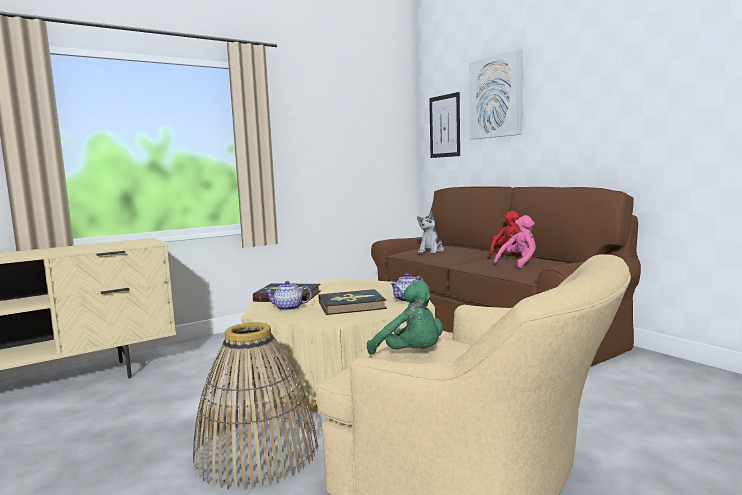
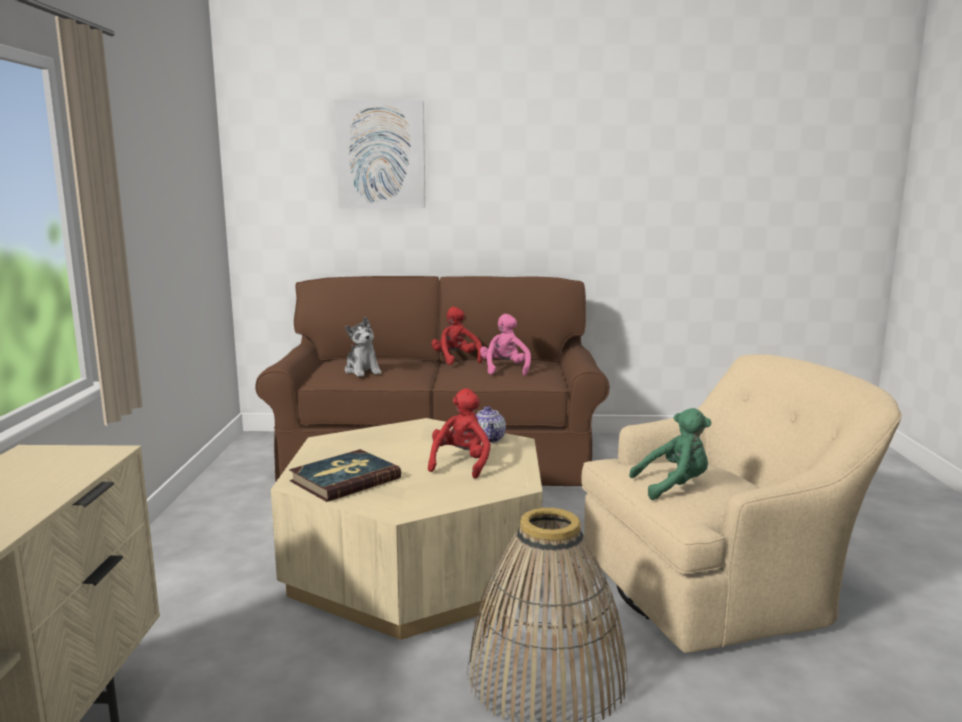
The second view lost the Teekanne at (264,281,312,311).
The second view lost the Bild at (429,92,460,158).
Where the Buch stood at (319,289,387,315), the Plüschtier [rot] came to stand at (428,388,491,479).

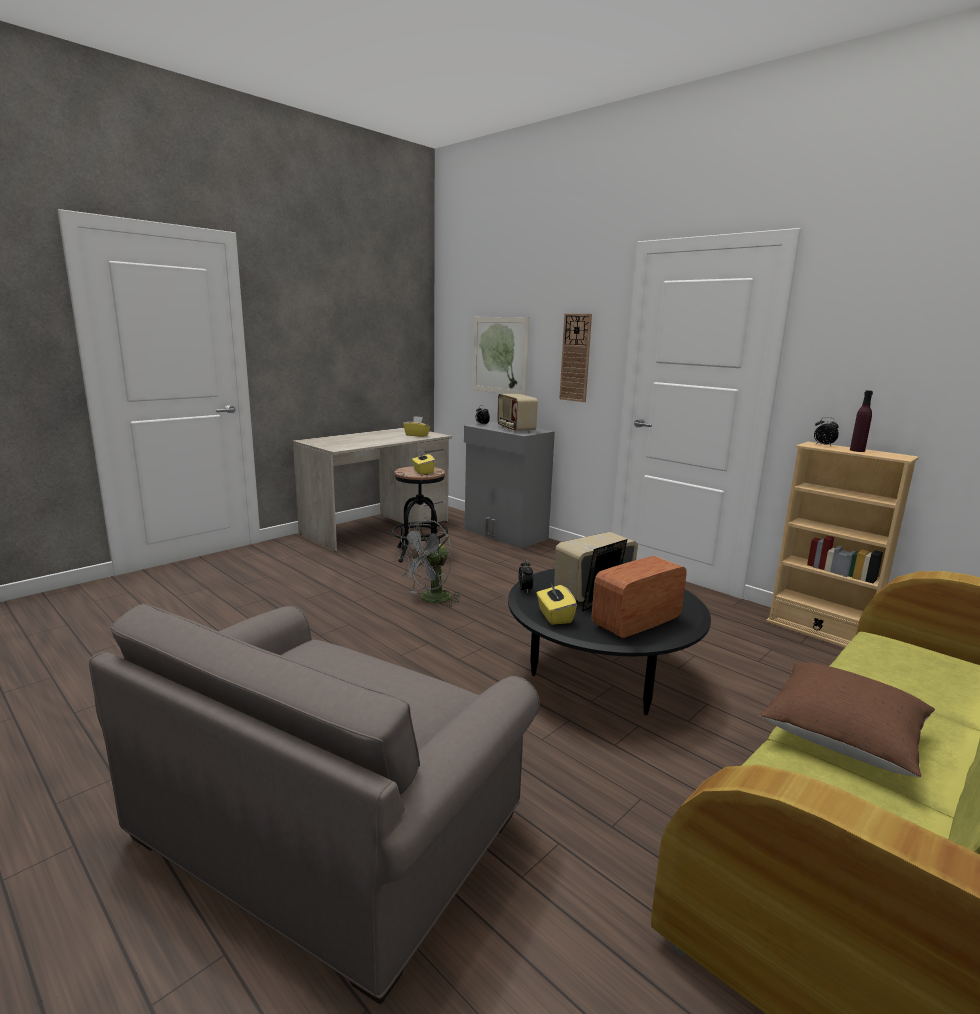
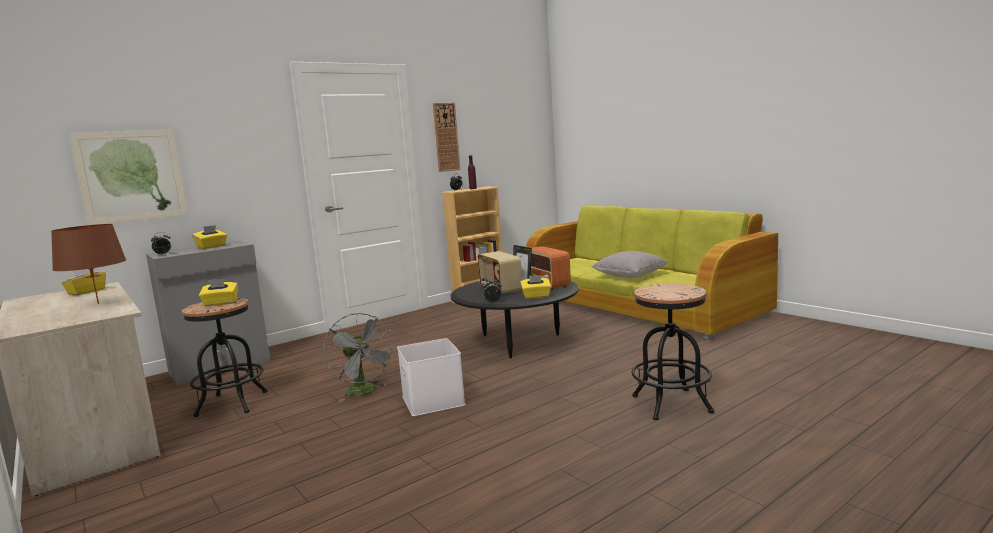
The second view gained the Tischlampe [braun] at (51,224,126,304).
The second view gained the Aufbewahrungsbox [weiß] at (397,338,465,416).
The Wanduhr ended up elsewhere, having gone from (559,314,592,402) to (433,103,461,172).
Where the Sessel [grau] stood at (89,603,540,1004), the Hocker [schwarz] came to stand at (632,284,714,420).
Where the Radio stood at (497,394,538,433), the Taschentuchbox [gelb] came to stand at (192,225,227,249).
What was the Kissen [braun] at (760,662,935,778) turned into the Kissen [grau] at (591,251,669,278).

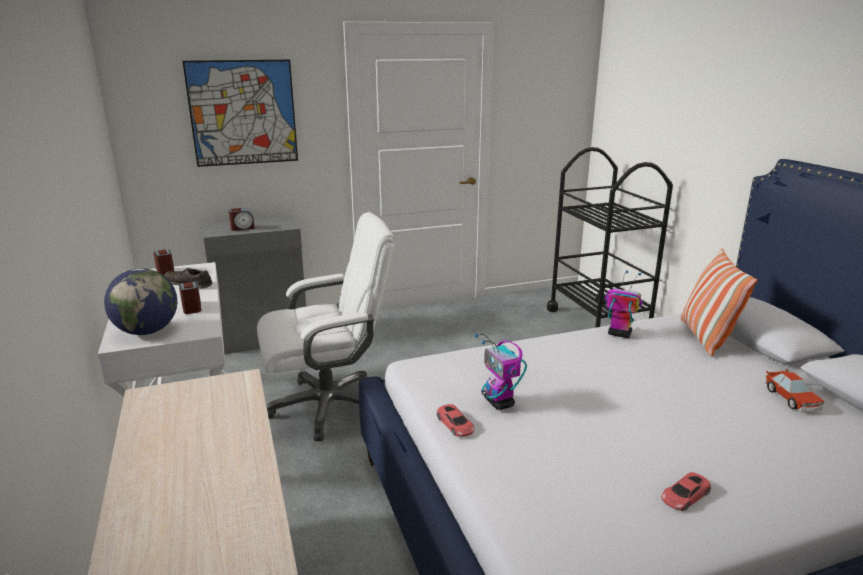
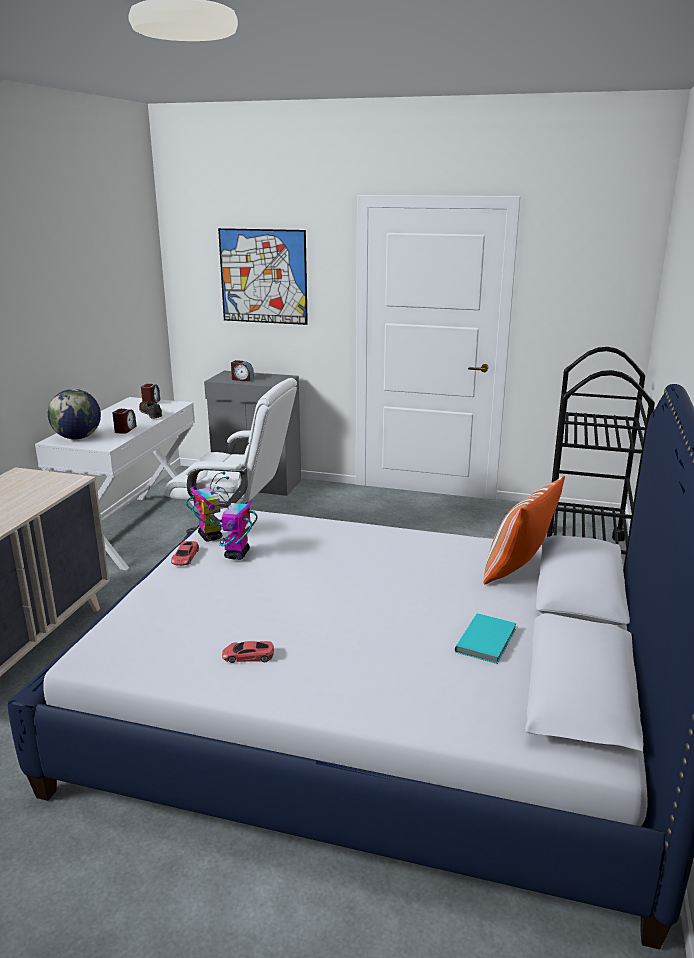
The Spielzeugroboter ended up elsewhere, having gone from (605,270,642,338) to (186,472,229,542).
Where the Spielzeugauto stood at (765,369,825,412), the Buch [türkis] came to stand at (455,613,516,664).

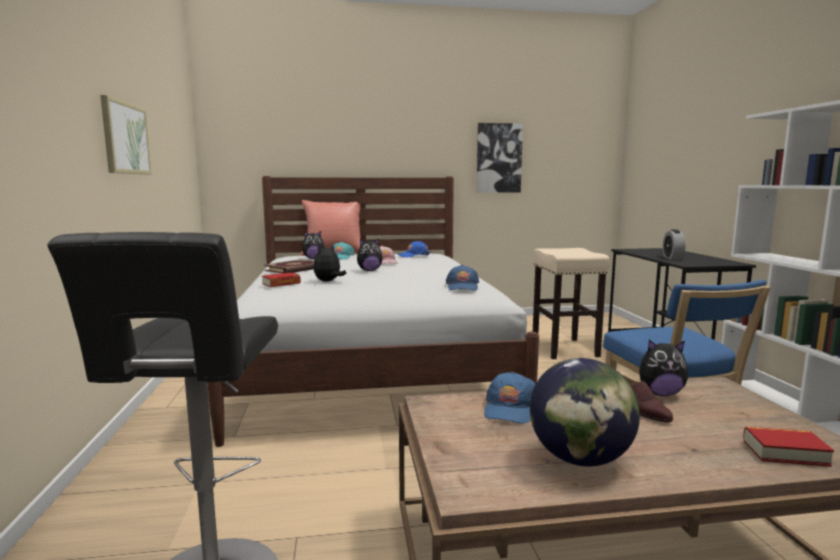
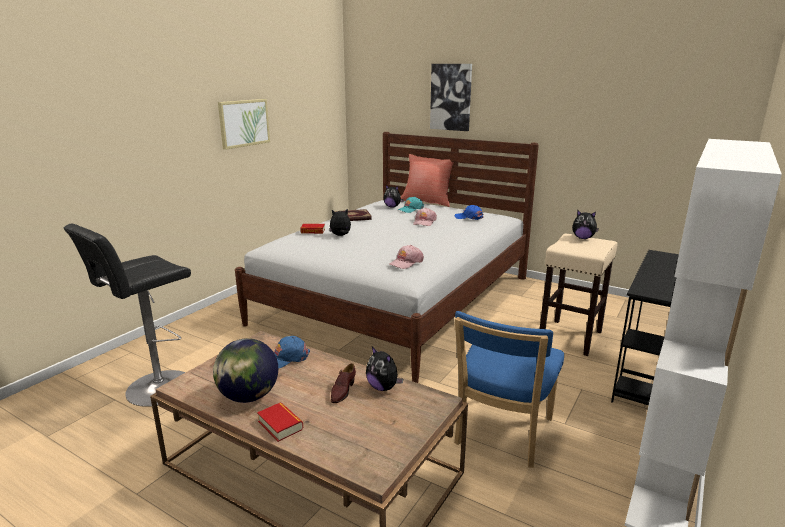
The second view lost the Wecker at (662,229,686,260).
The Plüschtier ended up elsewhere, having gone from (357,238,383,271) to (572,210,599,239).
The Bild ended up elsewhere, having gone from (477,123,523,193) to (430,64,472,131).
The Buch ended up elsewhere, having gone from (743,427,834,467) to (257,402,303,442).
What was the Kappe [blau] at (446,265,479,290) turned into the Kappe [rosa] at (389,245,424,269).

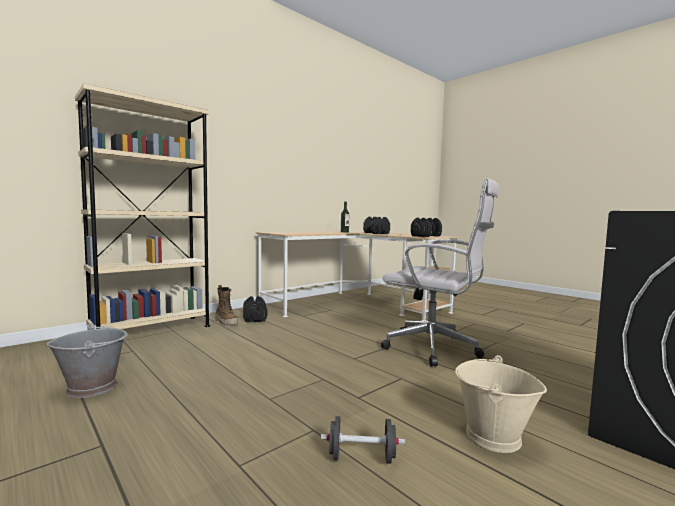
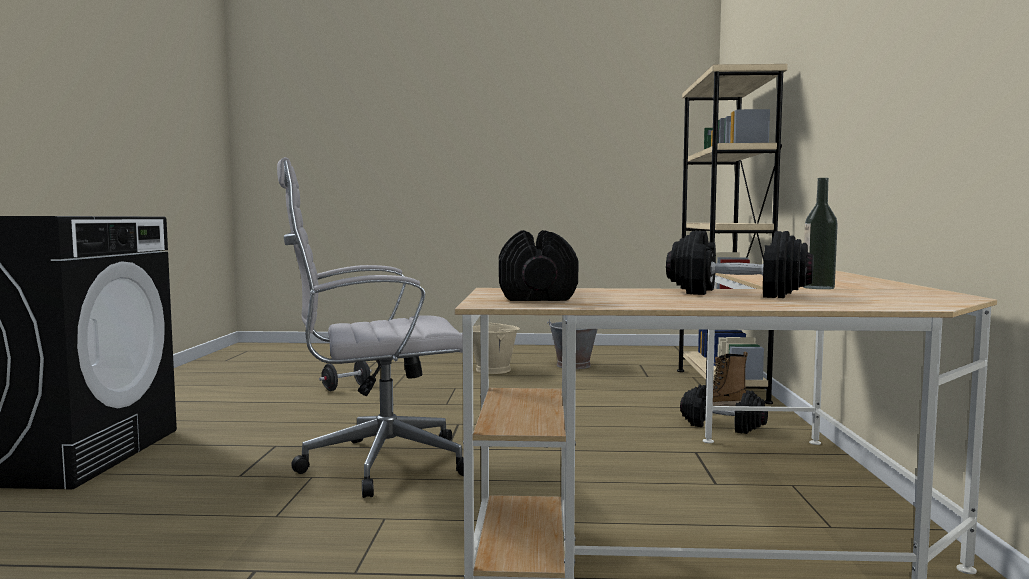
The Eimer [beige] ended up elsewhere, having gone from (455,355,547,453) to (473,323,520,374).

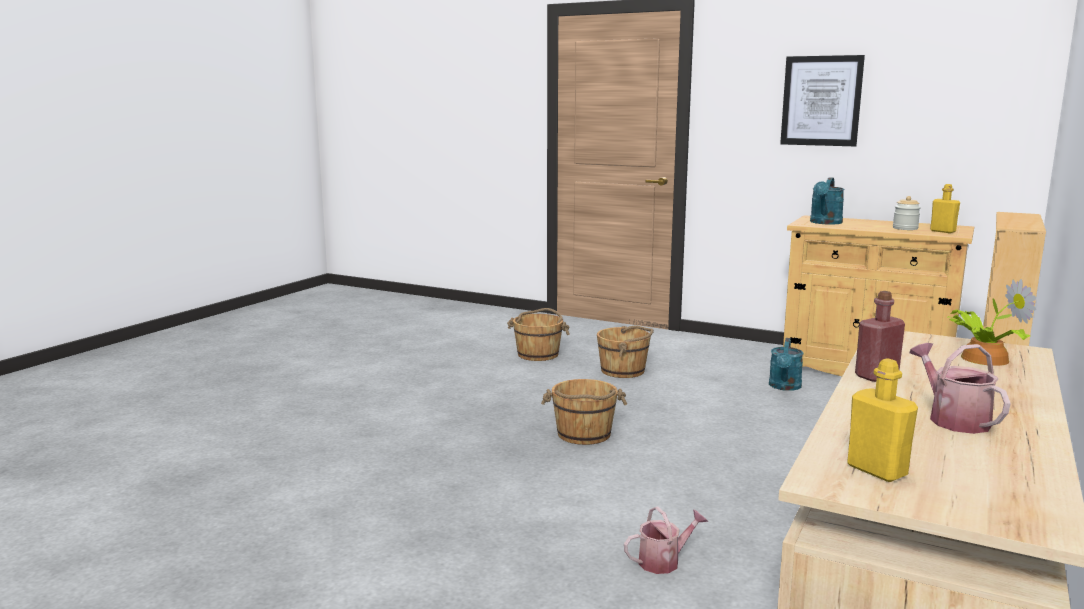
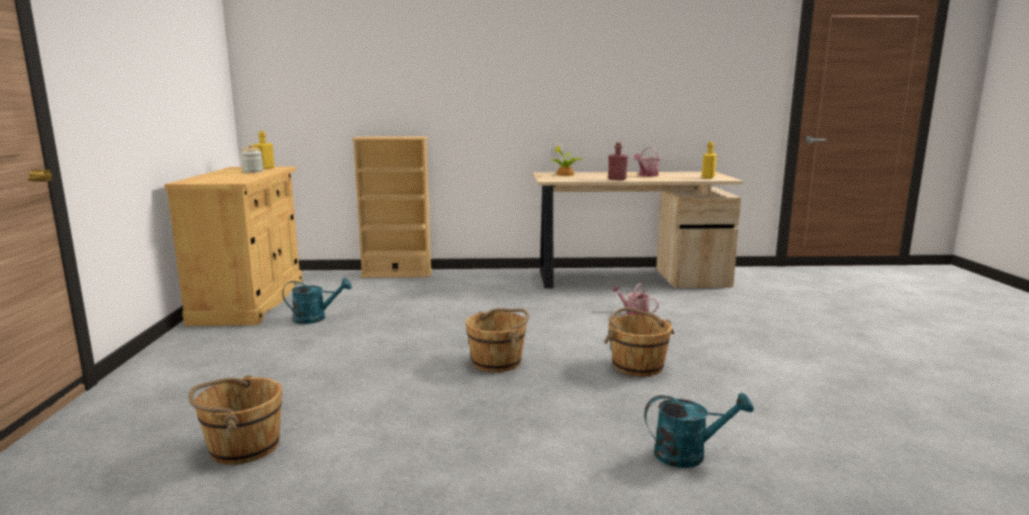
The second view lost the Bild at (780,55,865,146).
The Eimer [braun] ended up elsewhere, having gone from (597,326,654,378) to (604,308,674,376).
The Gießkanne [türkis] ended up elsewhere, having gone from (810,177,845,224) to (644,392,754,468).

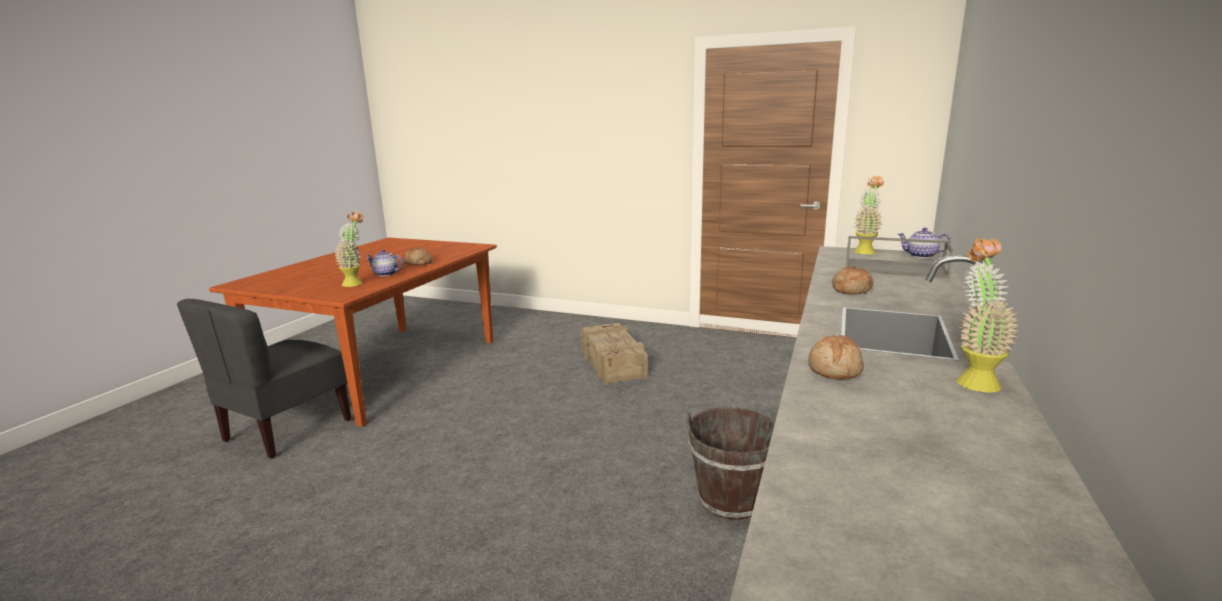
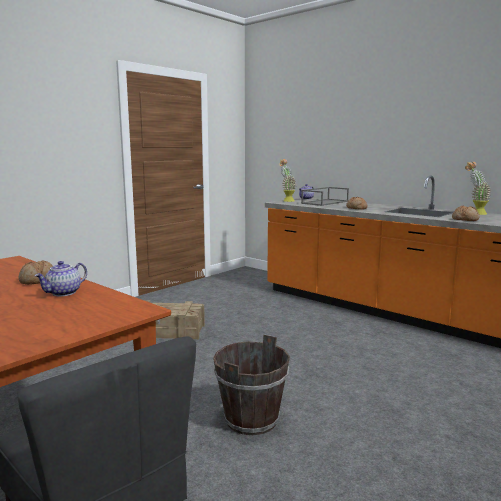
The second view lost the Topfpflanze at (335,211,363,287).
The Eimer [braun] ended up elsewhere, having gone from (687,407,775,520) to (213,334,290,435).

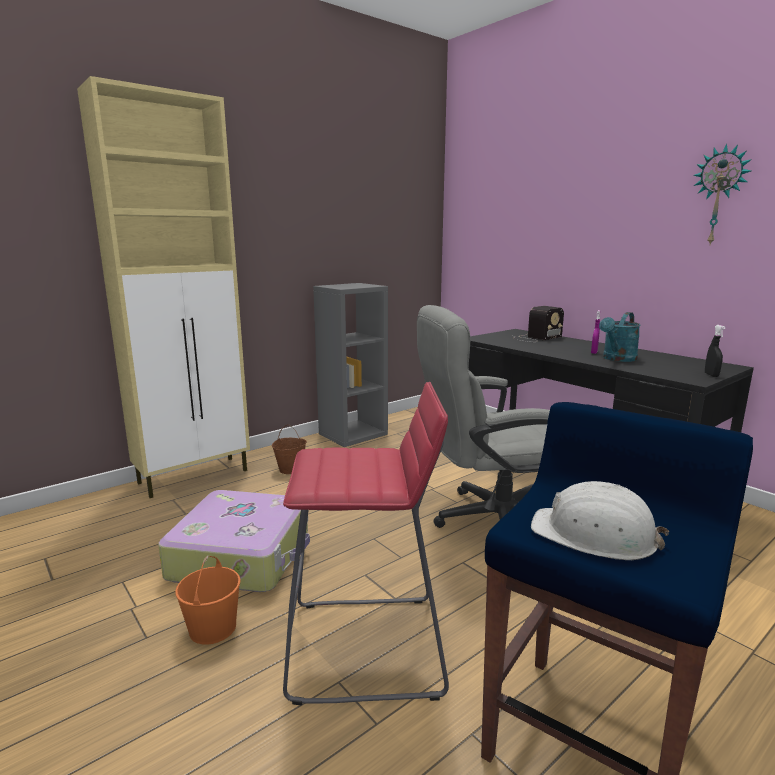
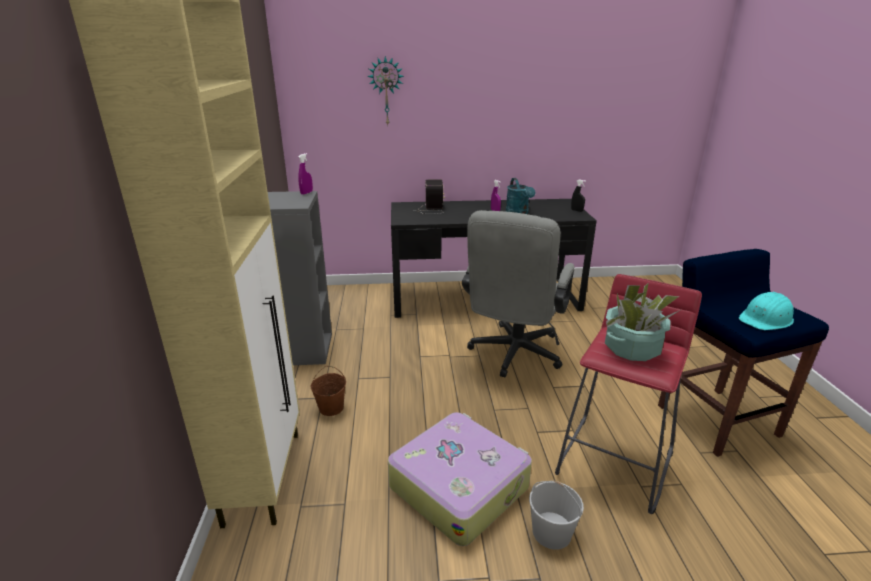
The second view gained the Sprühflasche [lila] at (298,153,313,195).
The second view gained the Topfpflanze at (605,283,682,361).
The Wanduhr ended up elsewhere, having gone from (693,144,752,244) to (367,56,404,125).
What was the Eimer [orange] at (175,556,241,645) turned into the Eimer [weiß] at (529,481,584,550).
What was the Schutzhelm [weiß] at (531,481,669,560) turned into the Schutzhelm [türkis] at (739,292,794,330).

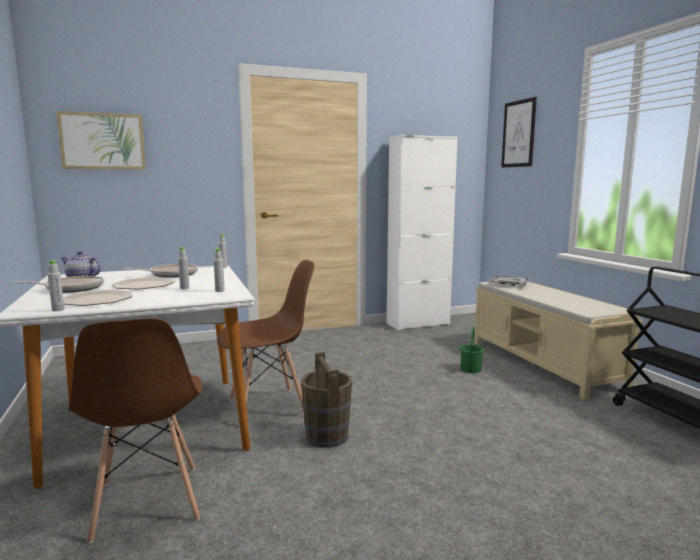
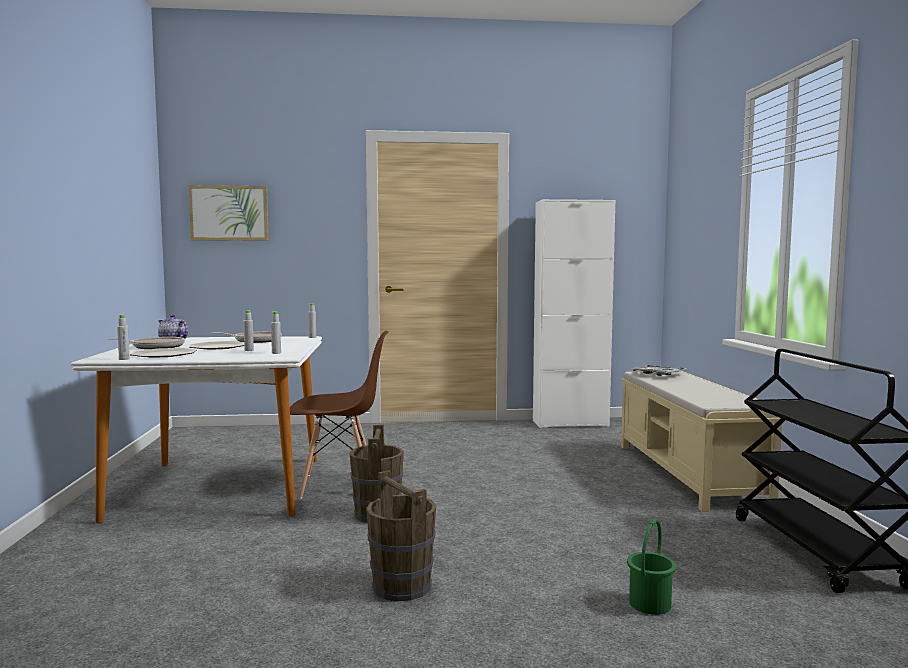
The second view lost the Stuhl [braun] at (68,318,202,544).
The second view lost the Bild at (501,97,537,168).
The second view gained the Eimer [braun] at (366,470,436,601).
The Eimer [grün] ended up elsewhere, having gone from (460,327,484,373) to (627,519,676,615).

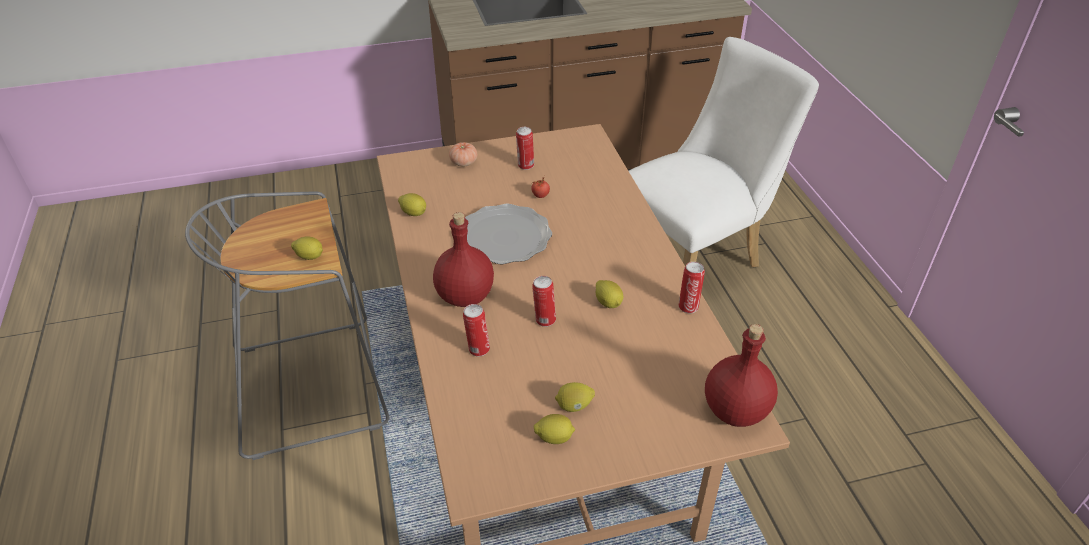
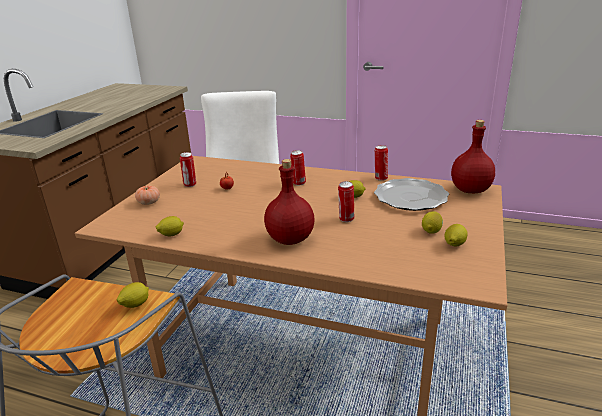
The Dose ended up elsewhere, having gone from (463,304,490,357) to (290,150,306,186).
The Teller ended up elsewhere, having gone from (465,204,552,264) to (374,178,449,211).

